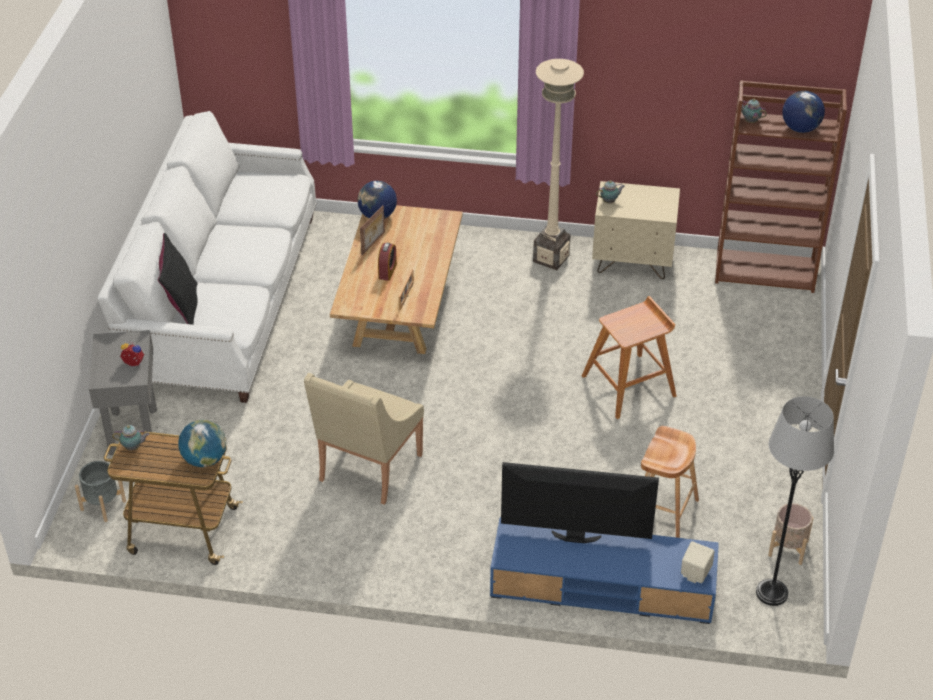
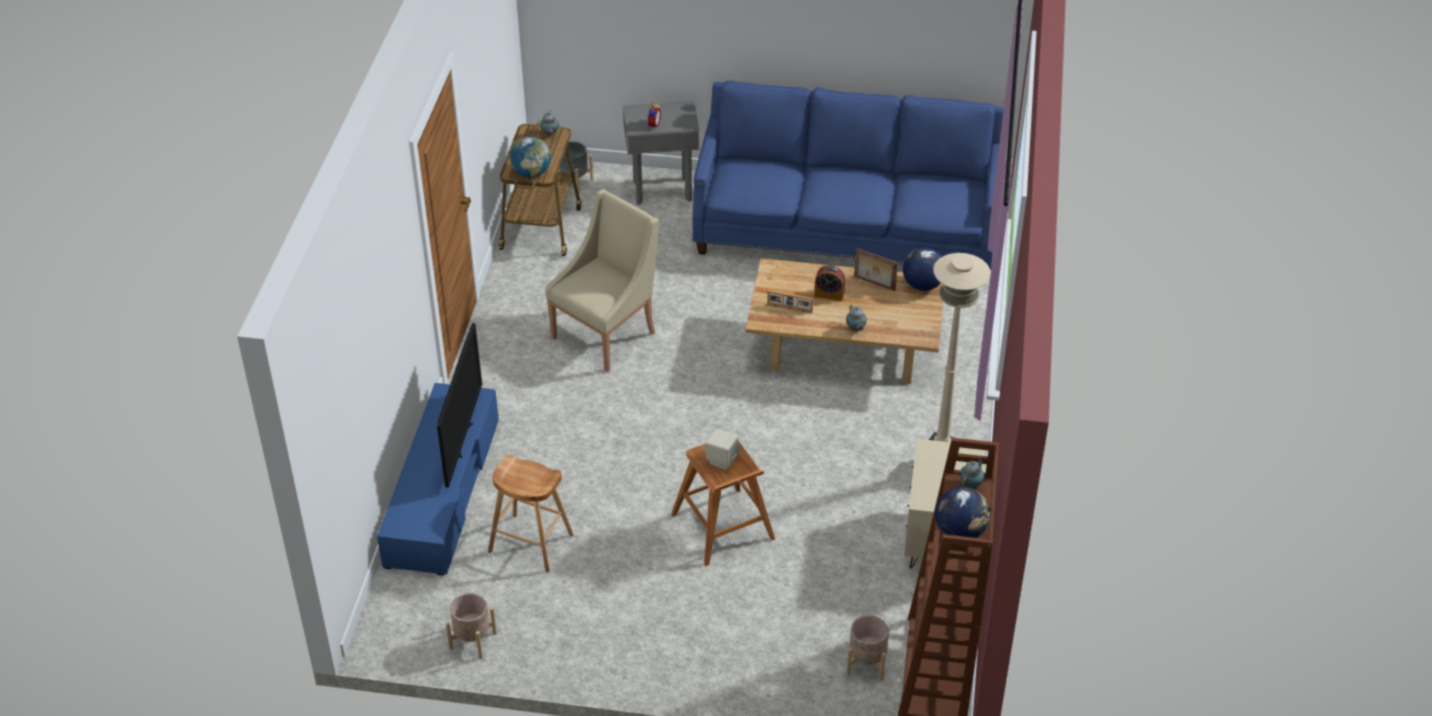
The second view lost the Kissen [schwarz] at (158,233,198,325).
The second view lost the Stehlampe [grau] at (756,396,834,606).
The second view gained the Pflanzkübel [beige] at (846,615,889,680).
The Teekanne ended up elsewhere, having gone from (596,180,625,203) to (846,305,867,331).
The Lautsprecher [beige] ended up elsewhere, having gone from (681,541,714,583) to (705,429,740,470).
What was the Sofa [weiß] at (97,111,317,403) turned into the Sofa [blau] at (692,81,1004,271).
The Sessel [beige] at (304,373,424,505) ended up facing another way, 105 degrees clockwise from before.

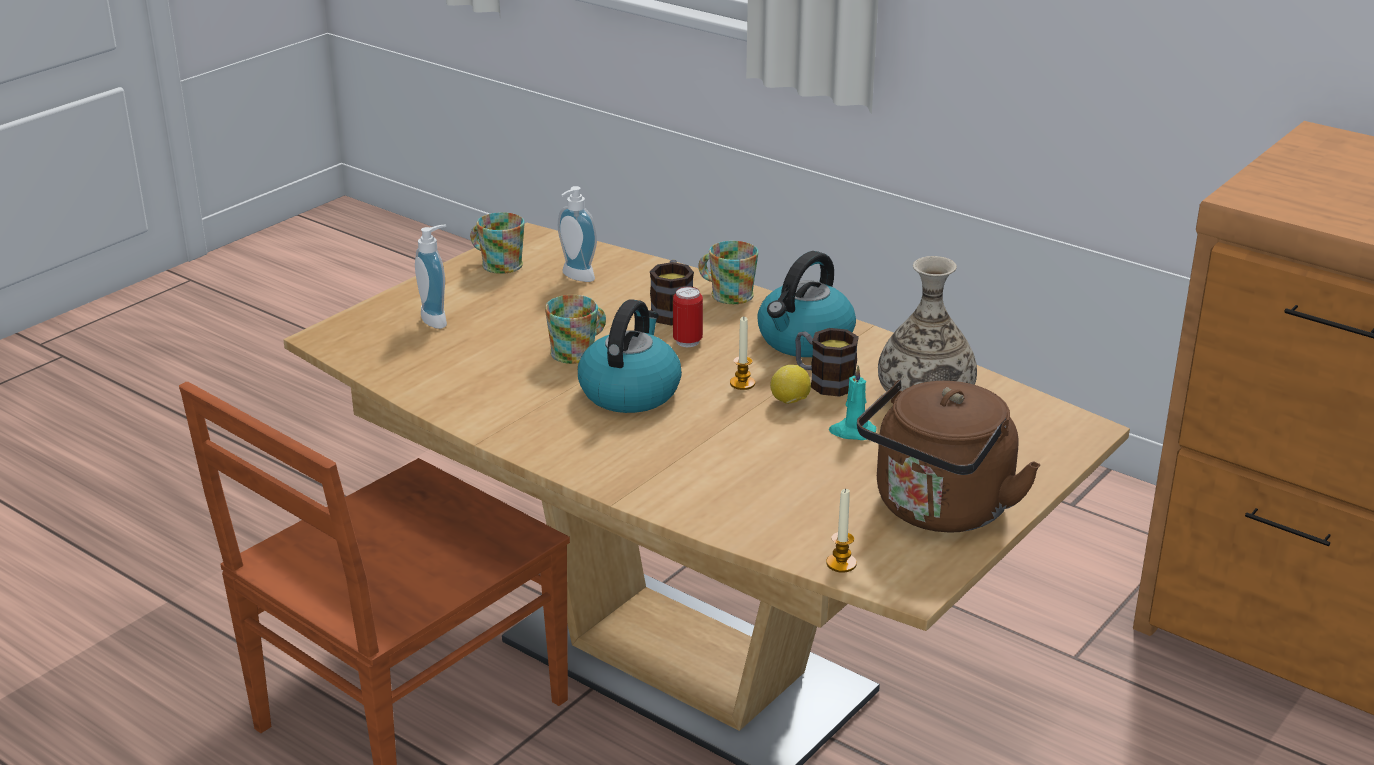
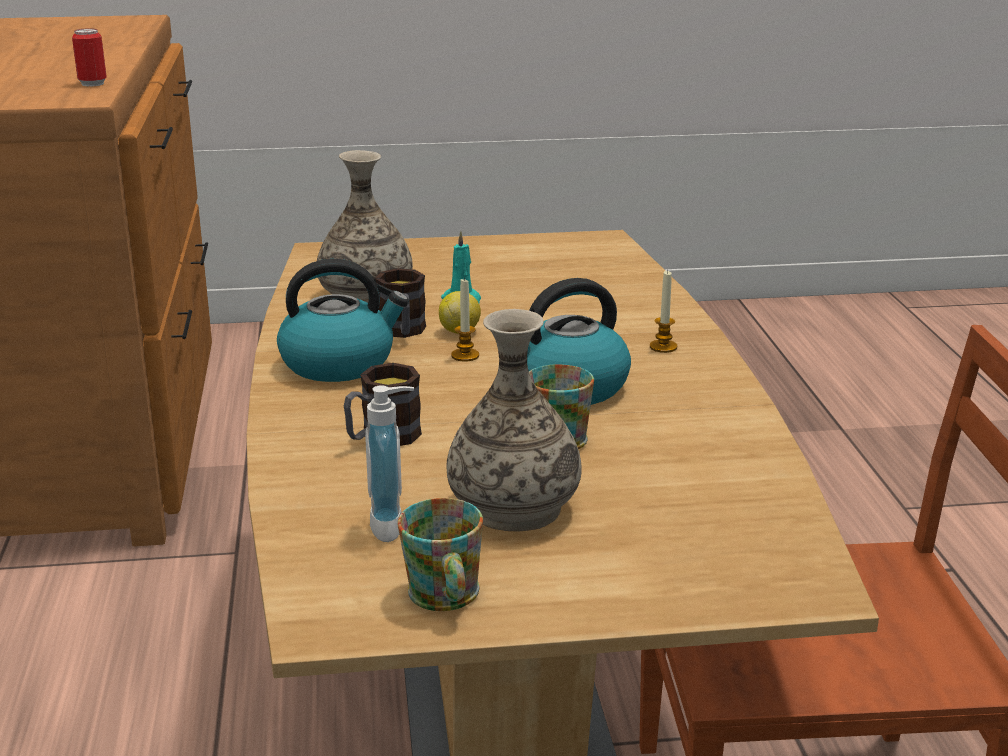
The second view lost the Seifenspender at (415,225,447,329).
The second view lost the Henkelbecher at (698,241,759,304).
The second view lost the Wasserkessel [braun] at (857,380,1041,533).
The second view gained the Vase at (446,309,582,531).
The Dose ended up elsewhere, having gone from (673,286,703,347) to (72,28,107,86).
The Kerze ended up elsewhere, having gone from (826,488,857,573) to (650,271,677,353).

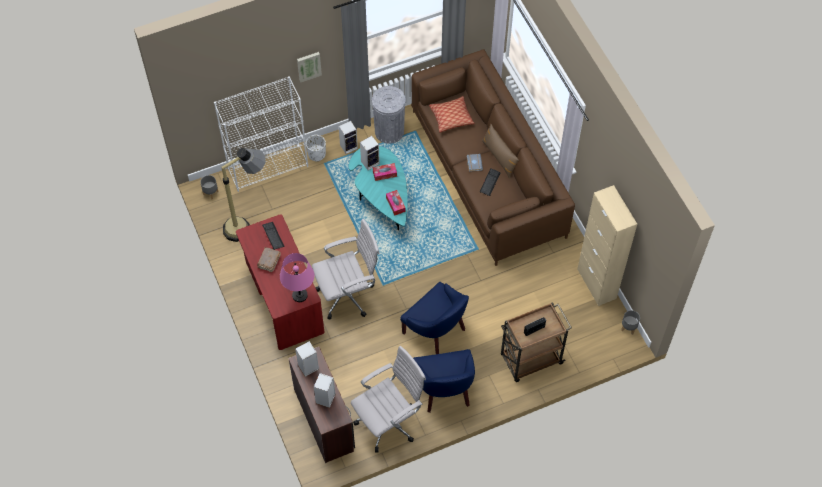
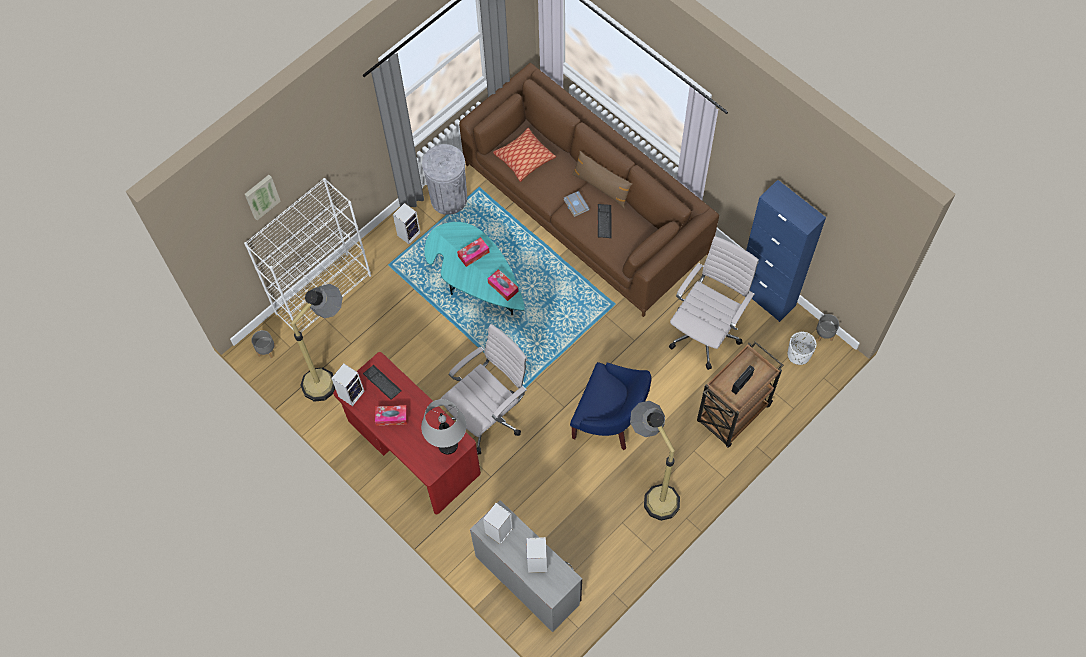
The Bild ended up elsewhere, having gone from (297,52,322,82) to (245,175,281,220).
The Pflanzkübel [weiß] ended up elsewhere, having gone from (306,135,326,162) to (787,332,816,365).
The Bürostuhl [weiß] ended up elsewhere, having gone from (351,346,426,453) to (669,236,759,370).
The Lautsprecher ended up elsewhere, having gone from (360,136,380,170) to (331,363,365,406).
Where the Buch [braun] stood at (257,247,281,272), the Taschentuchbox came to stand at (375,405,407,426).
Where the Sessel [blau] stood at (413,349,475,413), the Stehlampe came to stand at (630,401,680,521).
What was the Tischlampe [rosa] at (280,253,314,302) turned into the Tischlampe [grau] at (421,399,467,454).
What was the Schreibtisch [braun] at (288,347,355,463) turned into the Schreibtisch [grau] at (470,500,582,632).
What was the Schrank [beige] at (577,185,637,306) turned into the Schrank [blau] at (746,180,826,322).

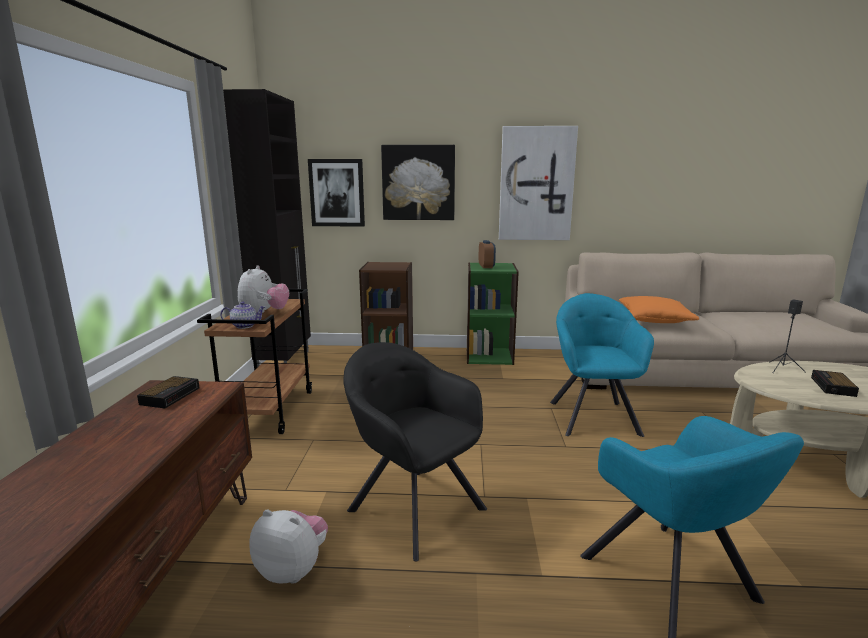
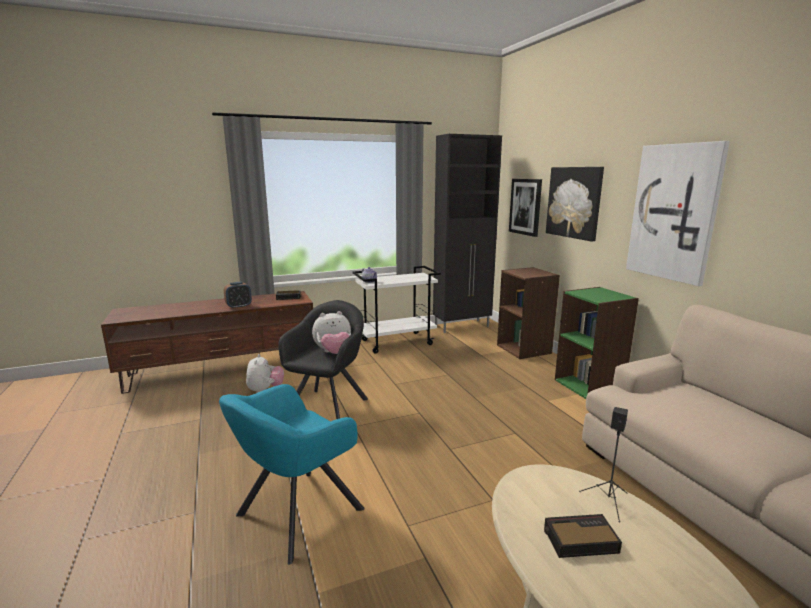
The second view lost the Sessel [türkis] at (550,293,654,437).
The second view lost the Kissen [orange] at (619,296,700,323).
The Plüschtier ended up elsewhere, having gone from (238,266,289,313) to (312,311,351,354).
The Wecker ended up elsewhere, having gone from (479,240,496,268) to (224,282,252,309).
What was the Rollwagen [braun] at (197,289,312,434) turned into the Rollwagen [weiß] at (353,266,441,353).

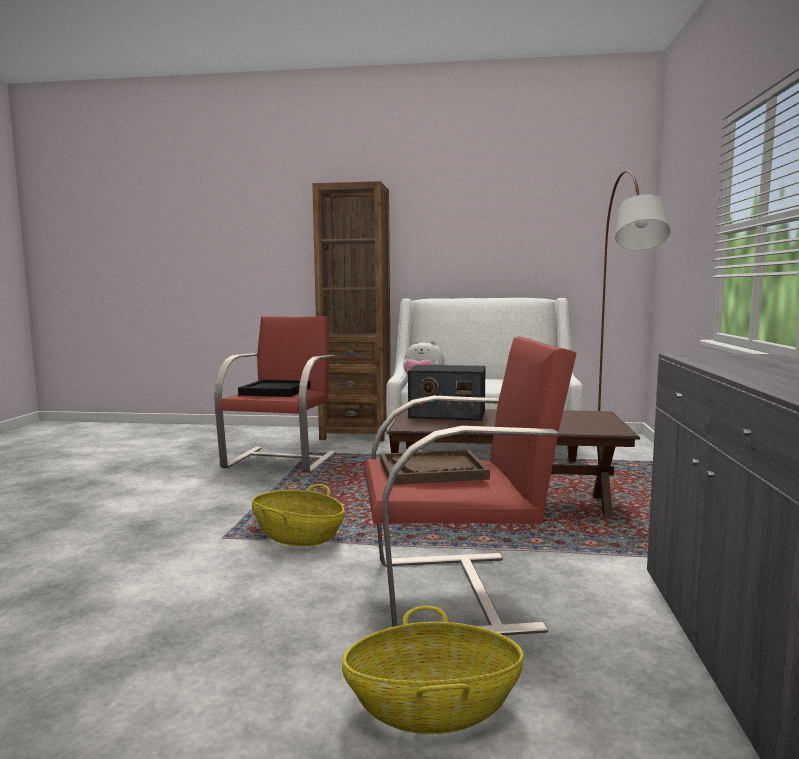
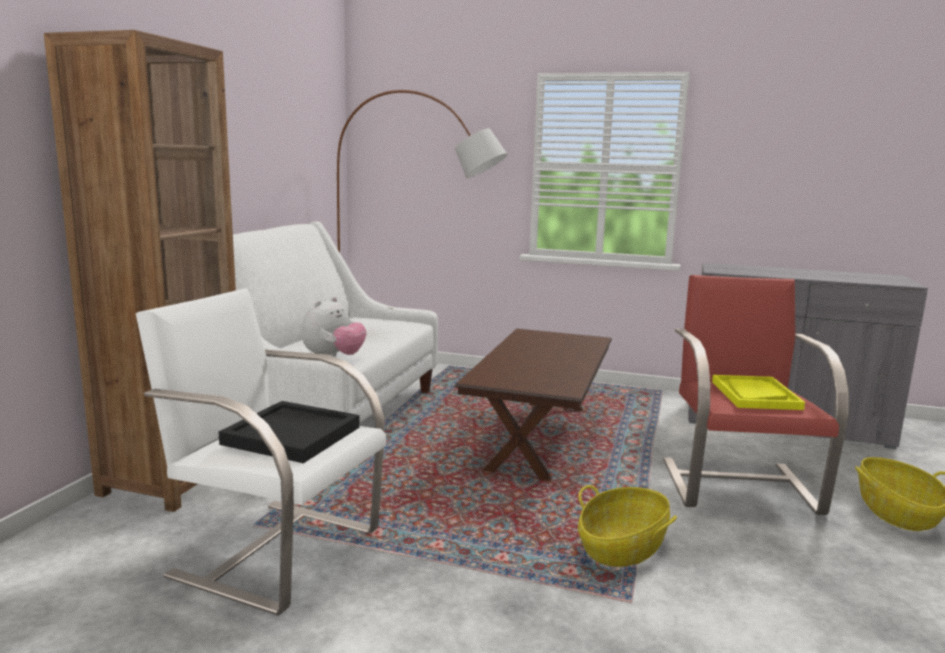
The second view lost the Radio at (408,365,486,421).
What was the Sessel [rot] at (214,316,336,473) turned into the Sessel [weiß] at (136,288,386,615).
What was the Tablett [braun] at (380,450,490,485) turned into the Tablett [gelb] at (712,375,805,410).

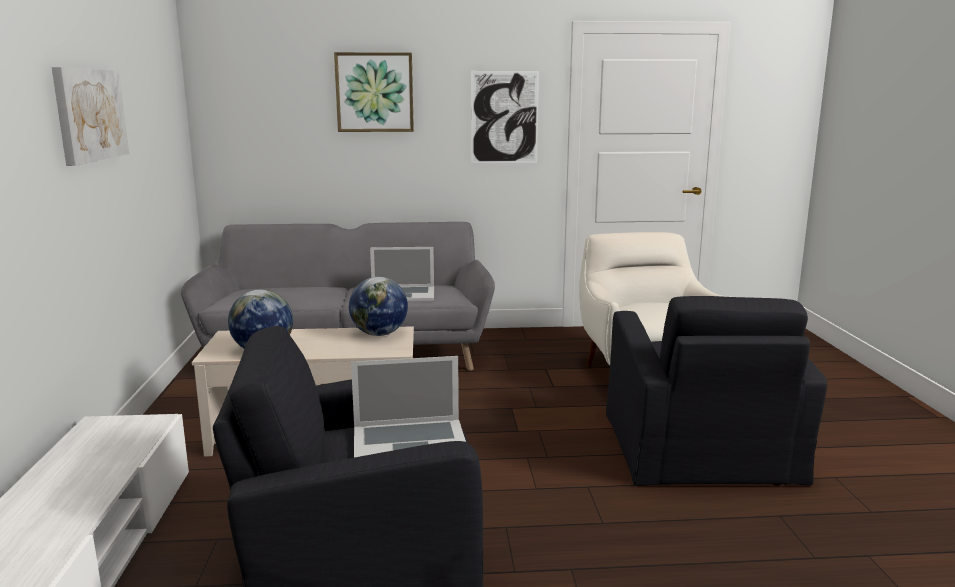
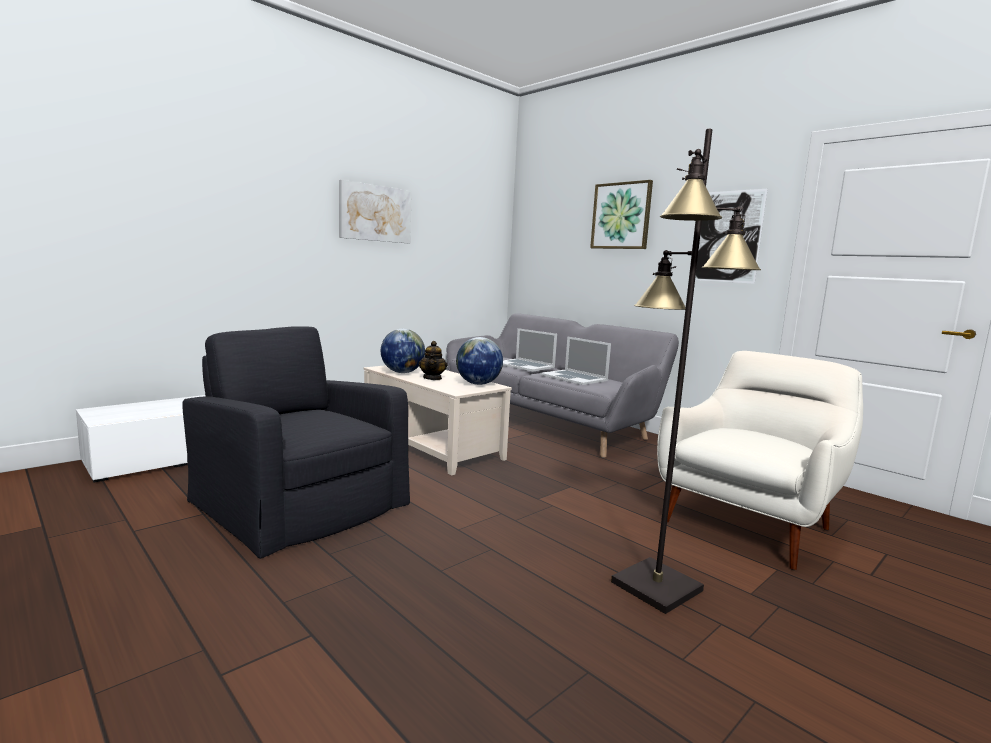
The second view gained the Teekanne at (419,341,448,380).
The Laptop ended up elsewhere, having gone from (351,356,466,458) to (503,328,557,372).
Where the Sessel [schwarz] stood at (606,296,827,486), the Stehlampe [schwarz] came to stand at (611,129,761,614).

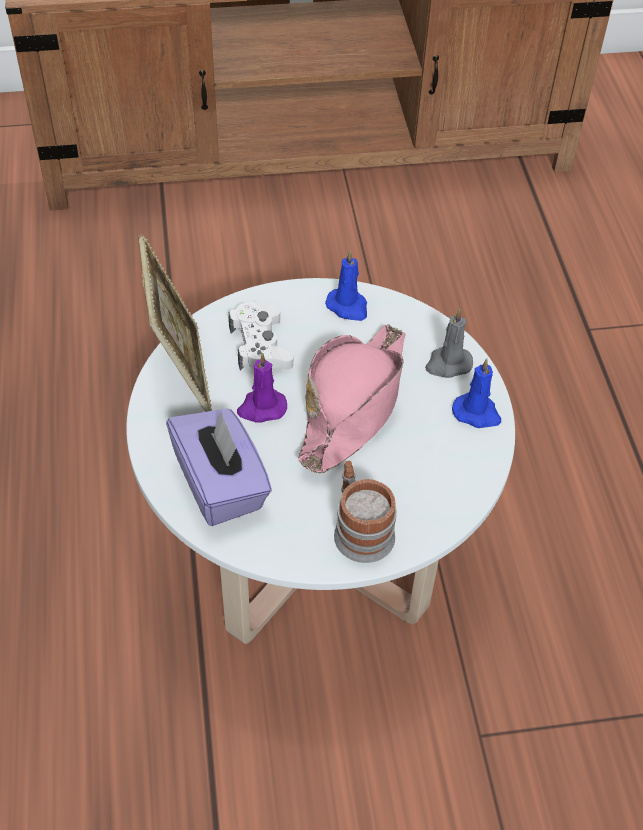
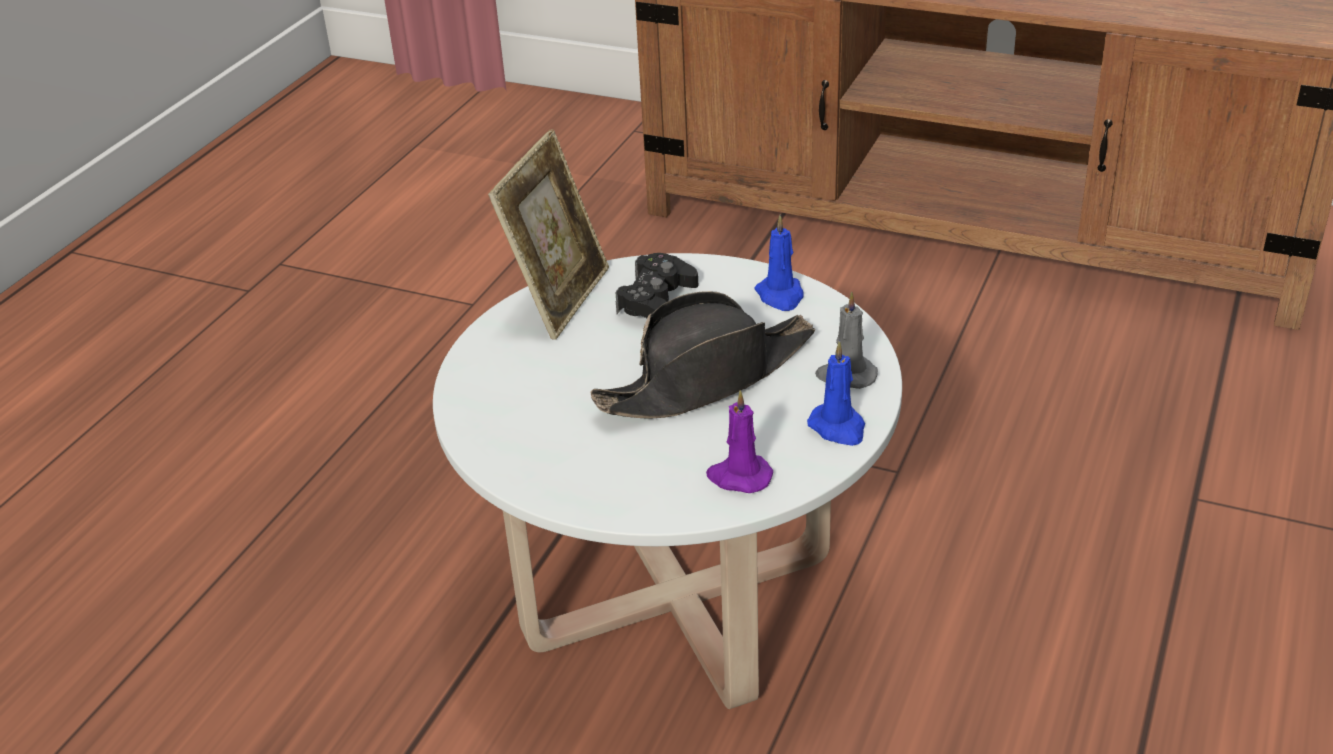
The second view lost the Taschentuchbox [lila] at (166,408,272,526).
The second view lost the Henkelbecher at (334,460,397,563).
The Kerze [lila] ended up elsewhere, having gone from (237,353,287,423) to (706,390,773,493).
What was the Gamepad [weiß] at (229,302,293,370) turned into the Gamepad [schwarz] at (615,253,698,318).
What was the Hut [rosa] at (298,324,405,474) turned into the Hut [schwarz] at (590,291,815,419).

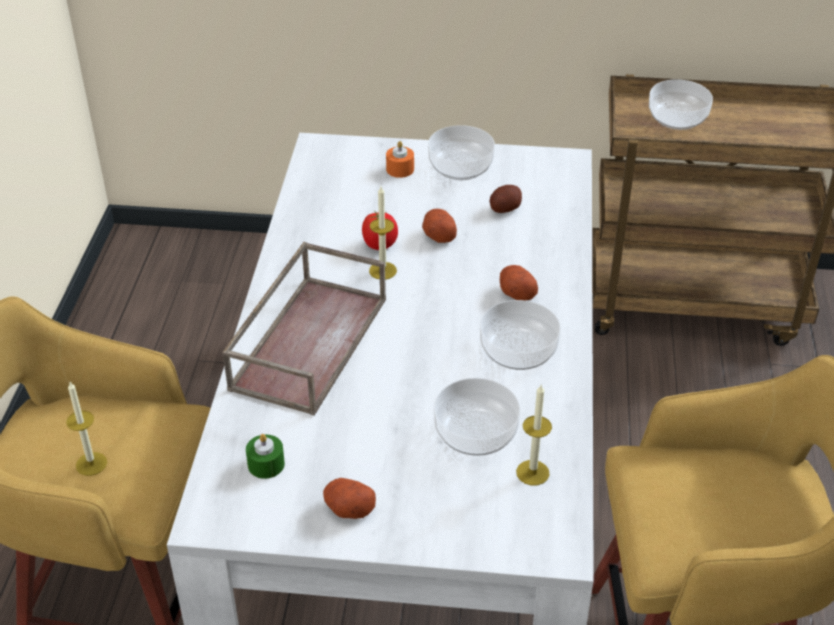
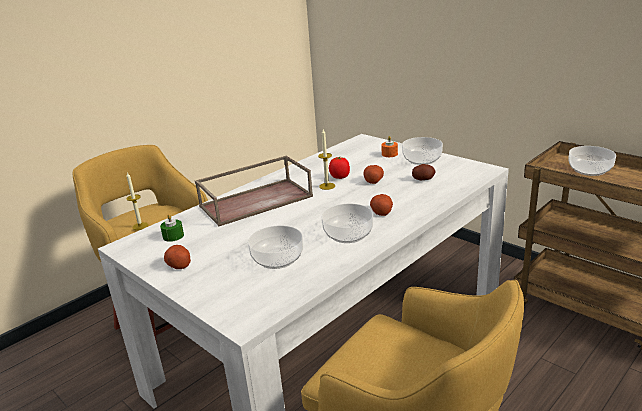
The second view lost the Kerze at (516,385,552,485).

